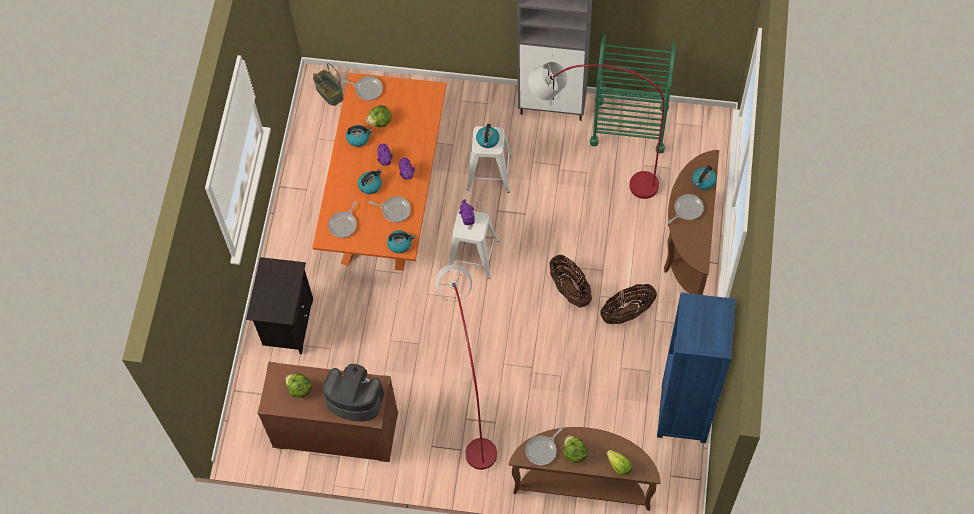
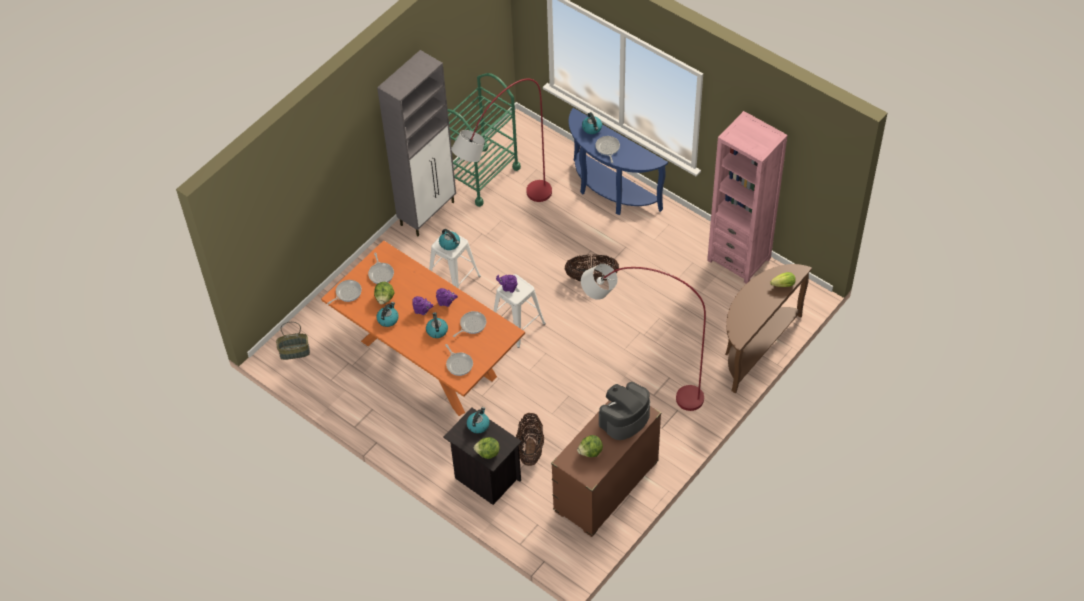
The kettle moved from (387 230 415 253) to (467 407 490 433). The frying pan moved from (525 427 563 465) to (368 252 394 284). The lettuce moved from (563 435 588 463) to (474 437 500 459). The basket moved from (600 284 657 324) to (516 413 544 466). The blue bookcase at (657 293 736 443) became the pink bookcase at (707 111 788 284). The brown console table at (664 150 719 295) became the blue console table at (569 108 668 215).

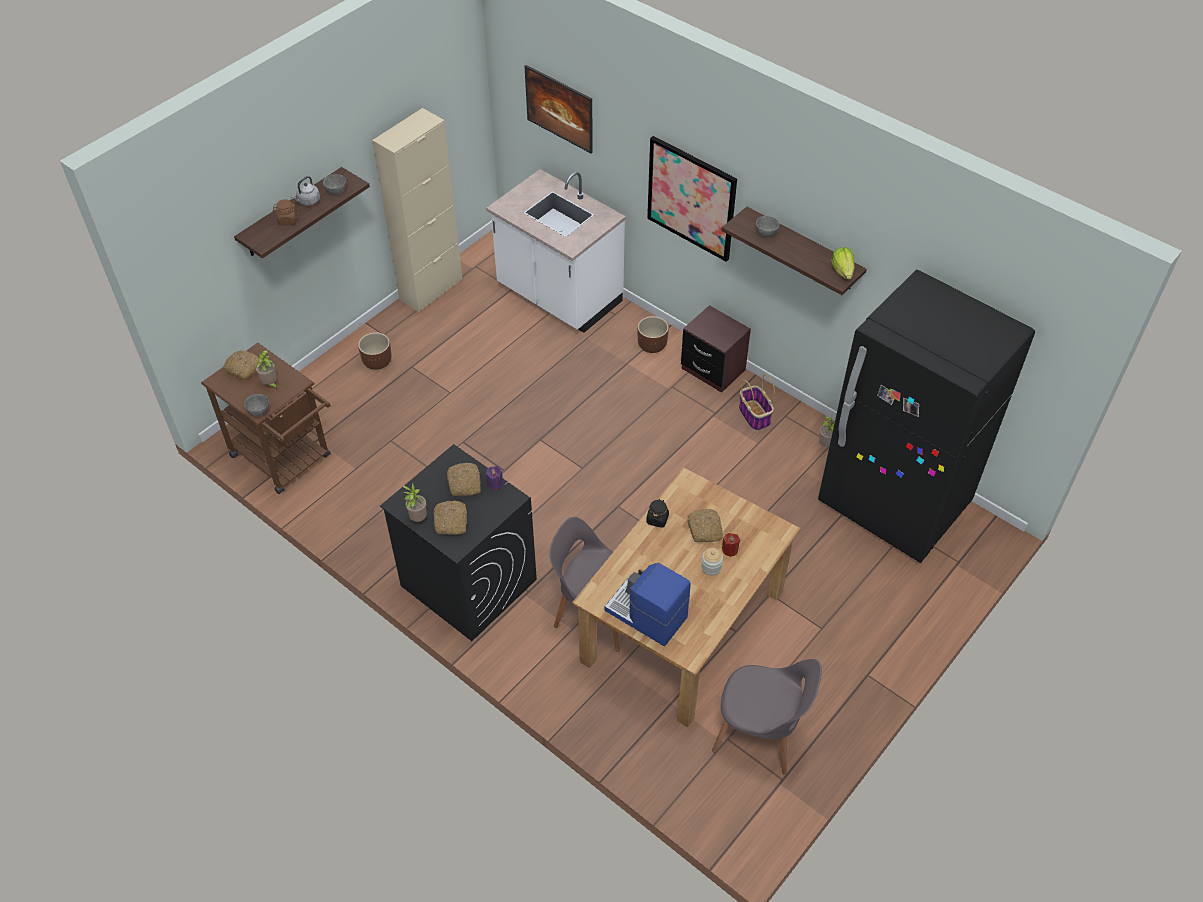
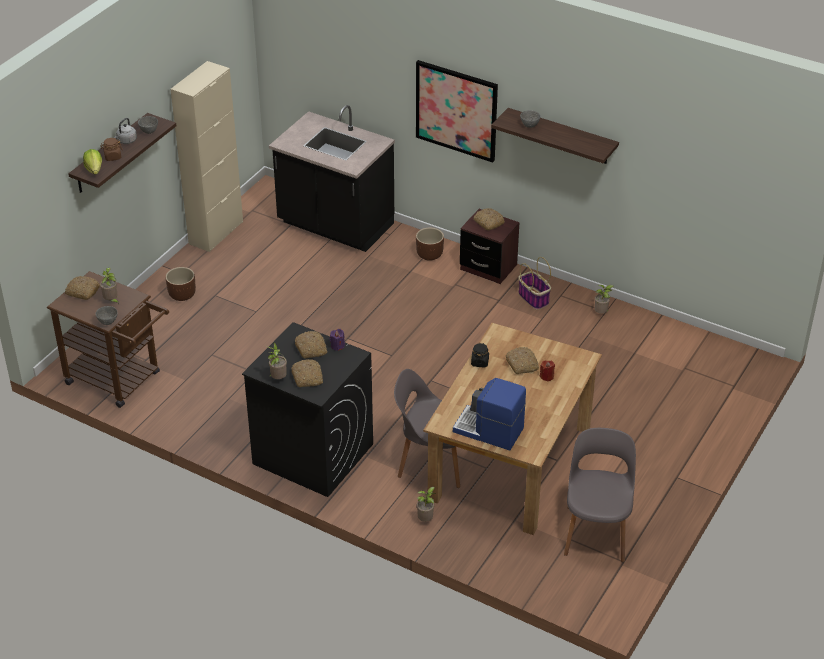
The white counter at (486 169 626 333) became the black counter at (269 105 395 252). The picture at (525 65 593 153) disappeared. The jar at (701 548 723 576) disappeared. The grey chair at (712 659 822 775) turned 90 degrees counterclockwise. The black fridge at (818 270 1035 563) disappeared. The lettuce moved from (831 247 855 279) to (83 149 102 175). The potted plant at (417 487 436 522) appeared. The bread at (473 208 505 230) appeared.

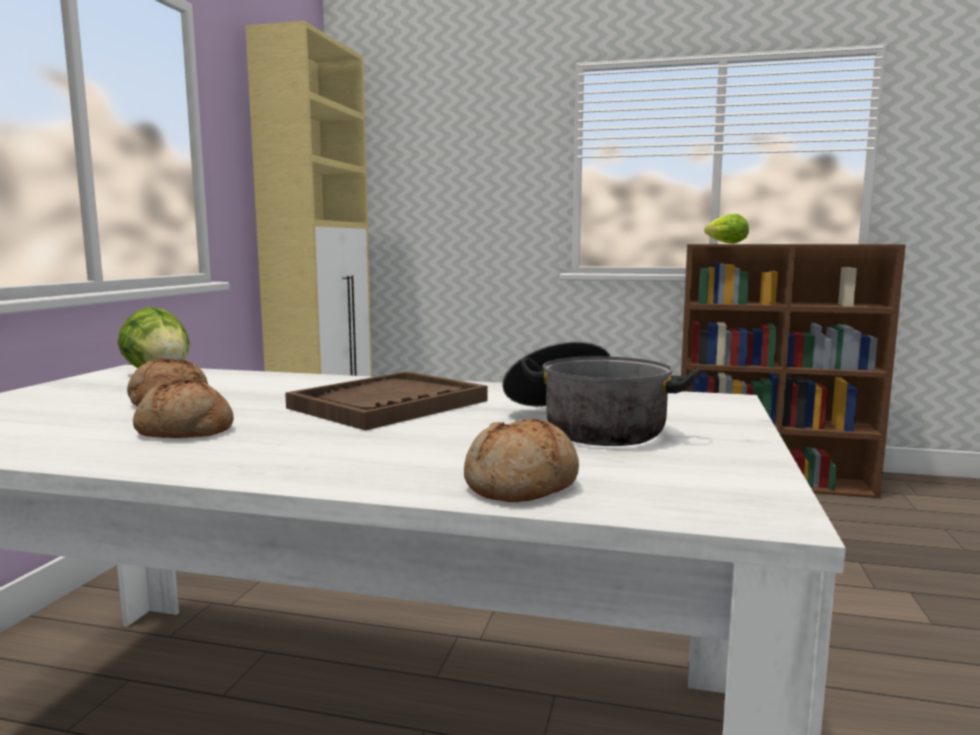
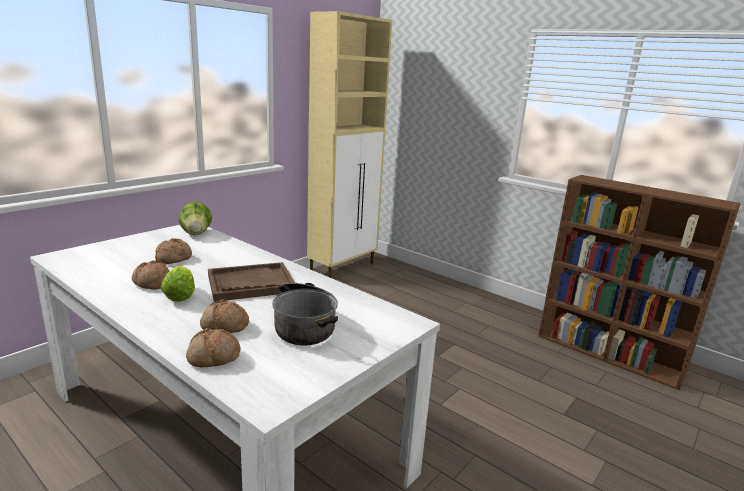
The lettuce moved from (704 214 749 244) to (160 266 195 302). The bread at (200 299 249 333) appeared.

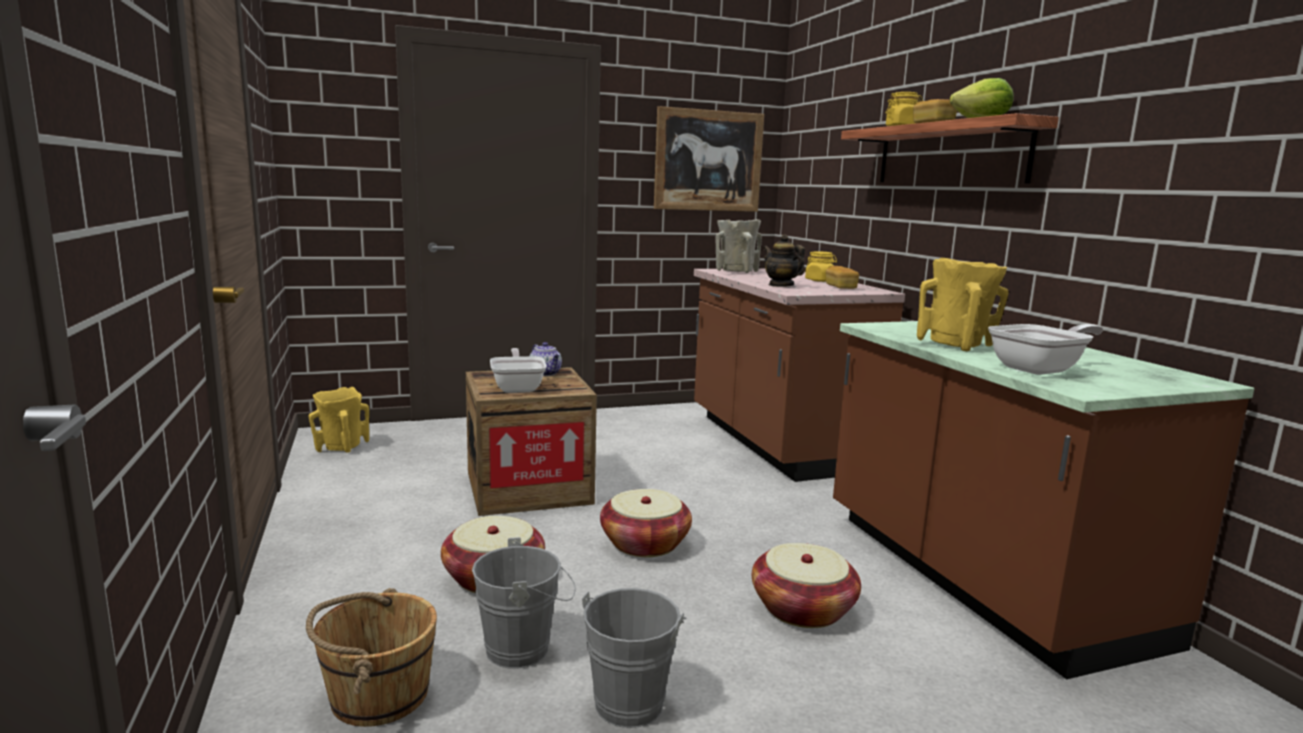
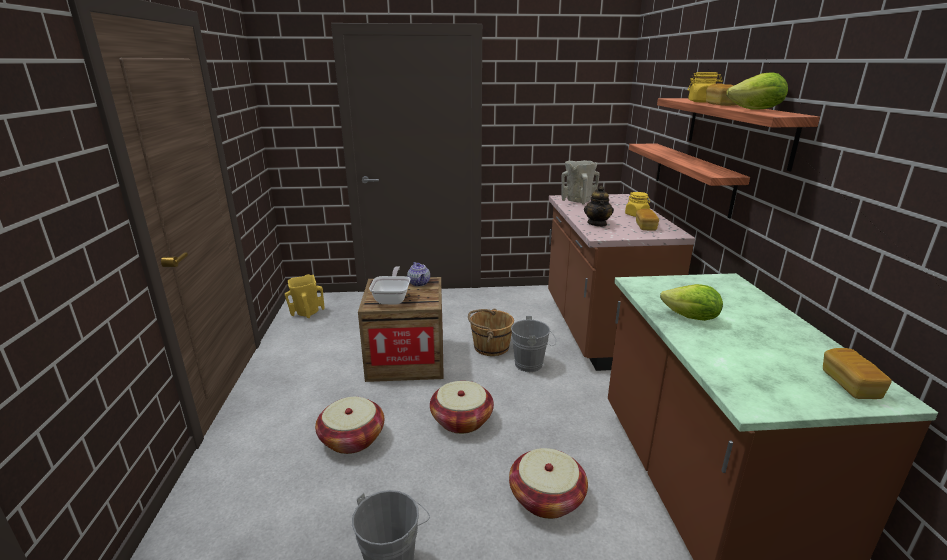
The brown bucket moved from (306 588 437 727) to (468 309 514 356). The grey bucket moved from (472 537 575 669) to (511 316 556 372). The picture at (654 106 764 212) disappeared. The teapot at (763 234 805 287) turned 150 degrees counterclockwise. The yellow vase at (917 258 1009 351) was replaced by the lettuce at (660 284 723 321). The frying pan at (988 324 1103 375) disappeared. The shelf at (629 143 750 218) appeared. The bread at (823 348 892 399) appeared.

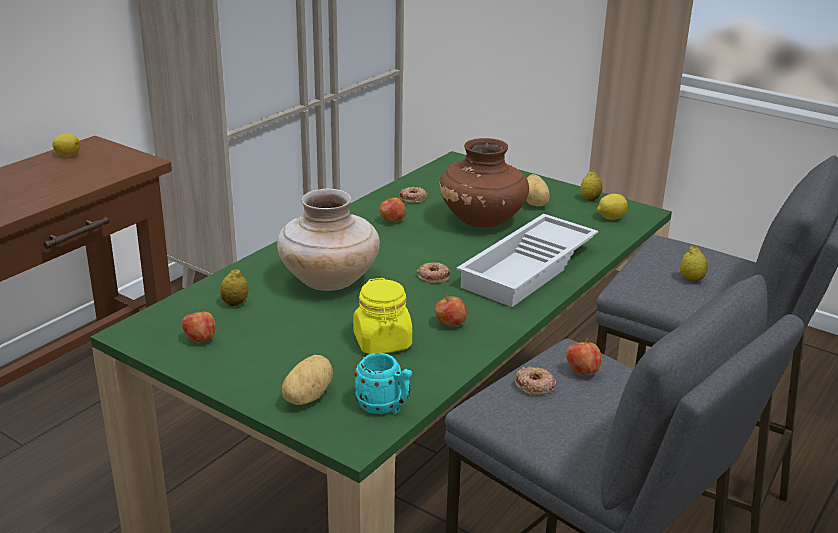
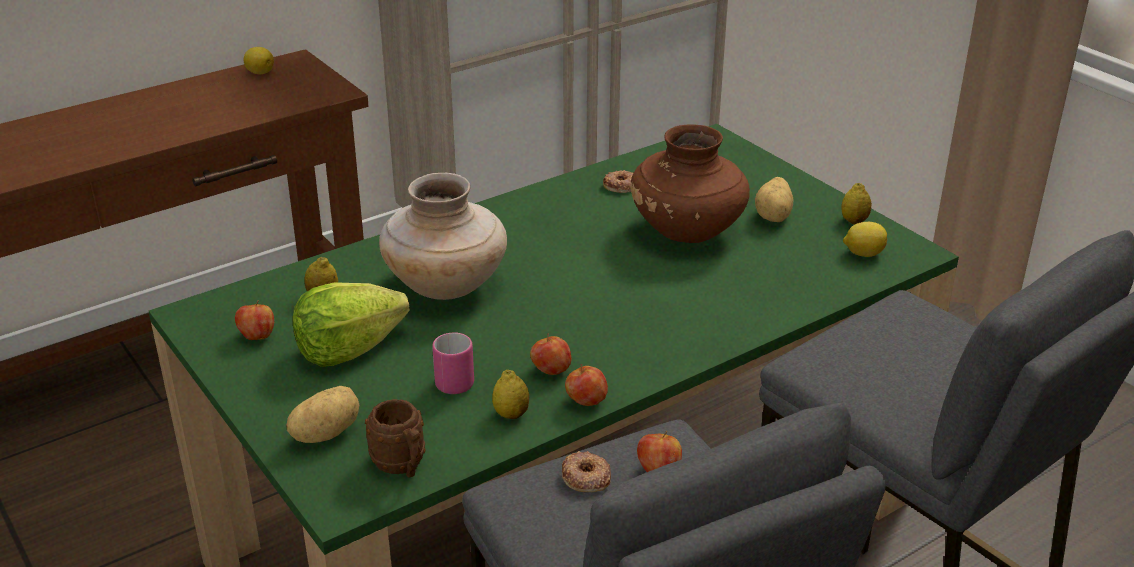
The yellow jar at (353 278 412 354) was replaced by the pink mug at (432 333 474 394). The turquoise mug at (355 353 412 414) became the brown mug at (365 399 425 478). The apple moved from (379 196 406 222) to (565 364 608 406). The donut at (417 262 451 284) disappeared. The white tray at (456 214 598 307) disappeared. The lemon moved from (680 246 708 282) to (492 370 529 419). The lettuce at (293 282 410 367) appeared.

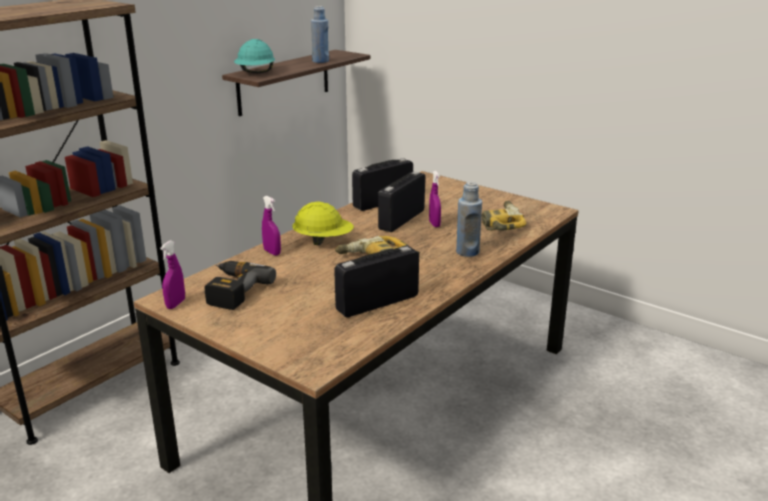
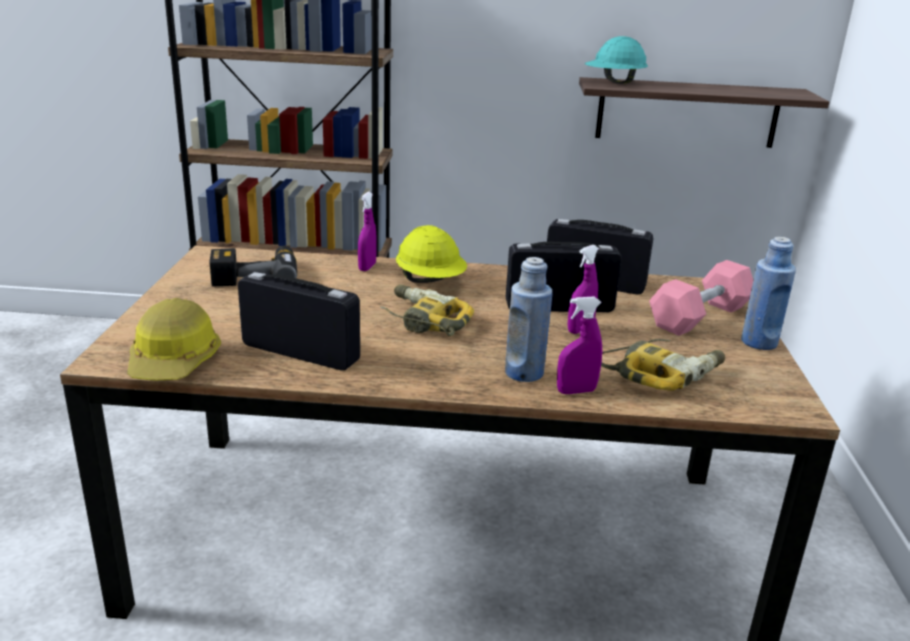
The purple spray bottle moved from (160 240 185 309) to (557 297 602 394). The blue bottle moved from (311 6 329 63) to (741 237 796 350). The hard hat at (127 298 221 380) appeared. The pink dumbbell at (649 260 753 336) appeared.

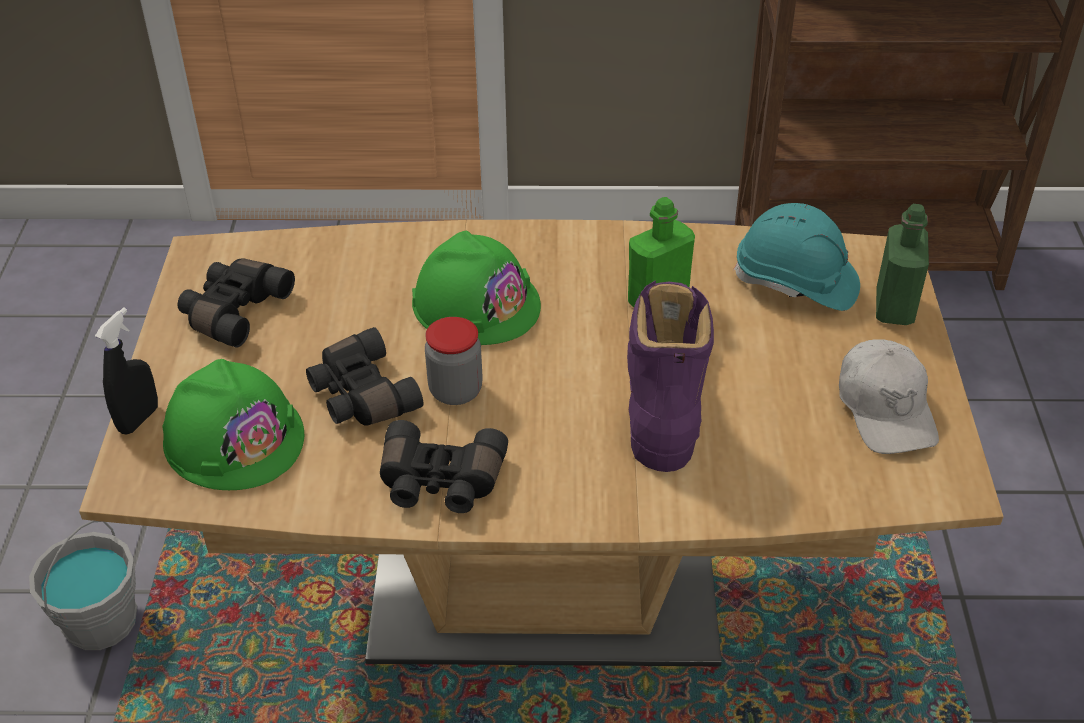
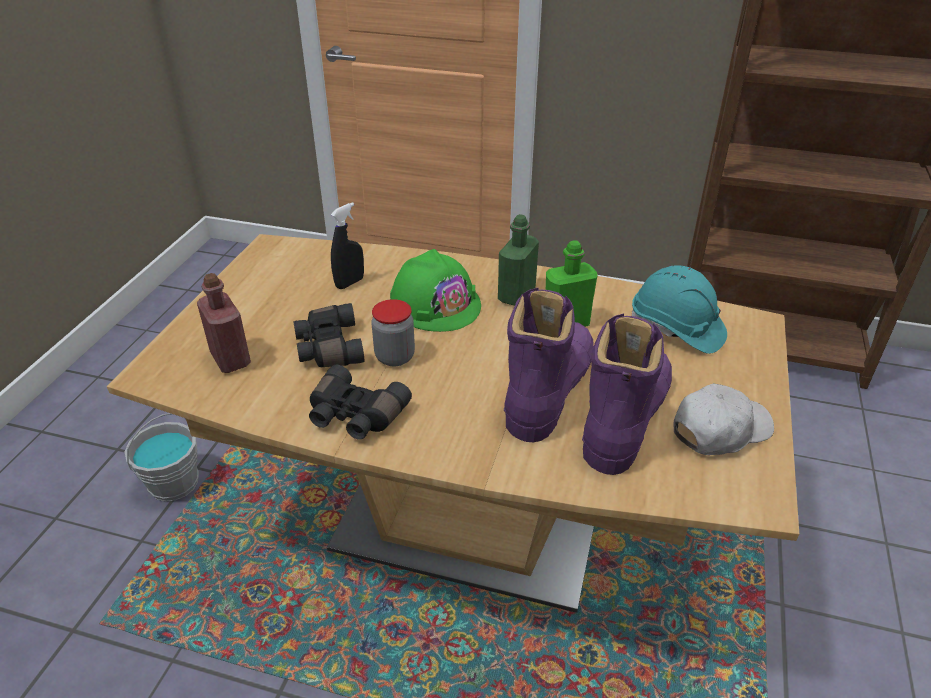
The black spray bottle moved from (95 307 158 435) to (331 202 364 289). The green hard hat at (162 359 304 490) was replaced by the red bottle at (197 273 251 373). The black binoculars at (178 258 295 348) disappeared. The white cap at (839 339 939 454) turned 120 degrees counterclockwise. The green bottle moved from (876 204 929 325) to (498 214 539 306). The purple boot at (582 313 672 475) appeared.

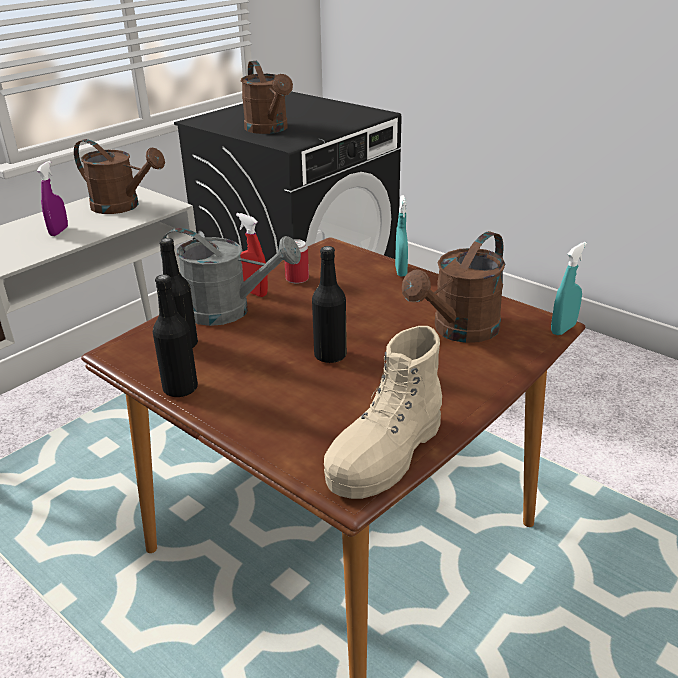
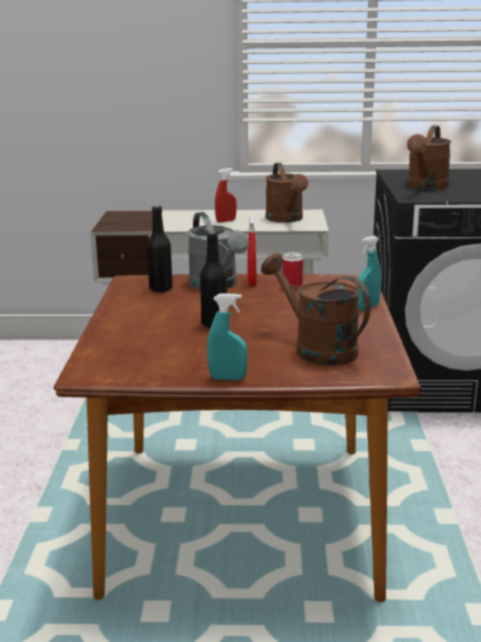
The purple spray bottle at (37 161 68 236) became the red spray bottle at (215 168 237 222). The black bottle at (153 274 198 398) disappeared. The beige boot at (324 326 442 499) disappeared. The brown watering can at (402 231 505 343) turned 45 degrees clockwise. The turquoise spray bottle moved from (551 242 587 335) to (207 294 248 380).

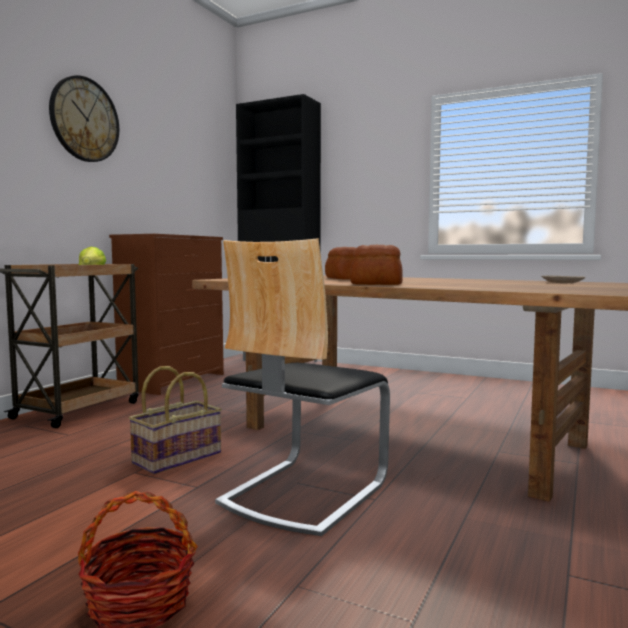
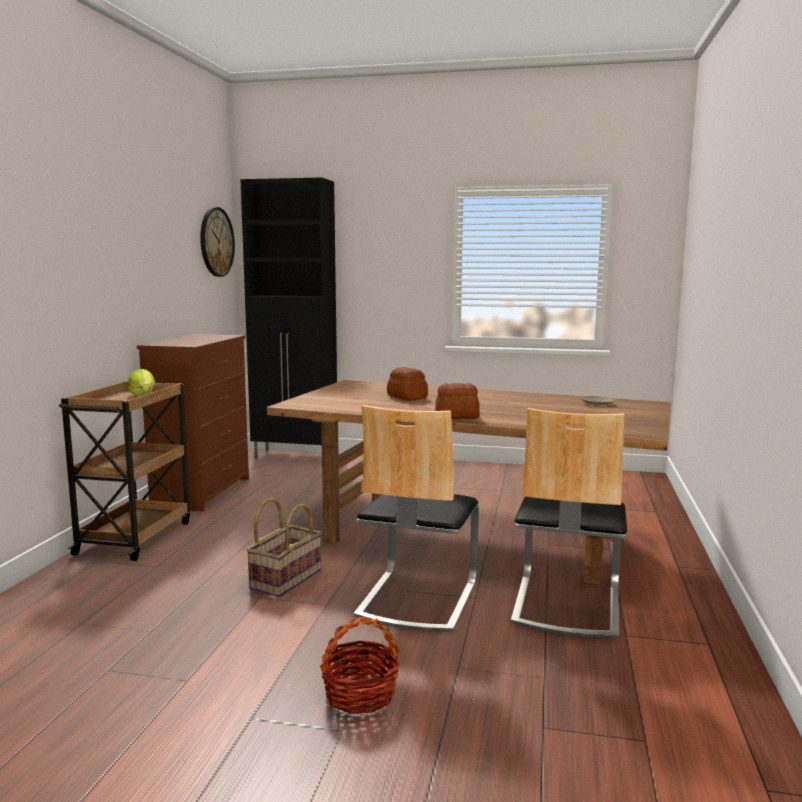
The wall clock moved from (49 75 119 162) to (200 207 235 277). The chair at (511 408 627 638) appeared.

